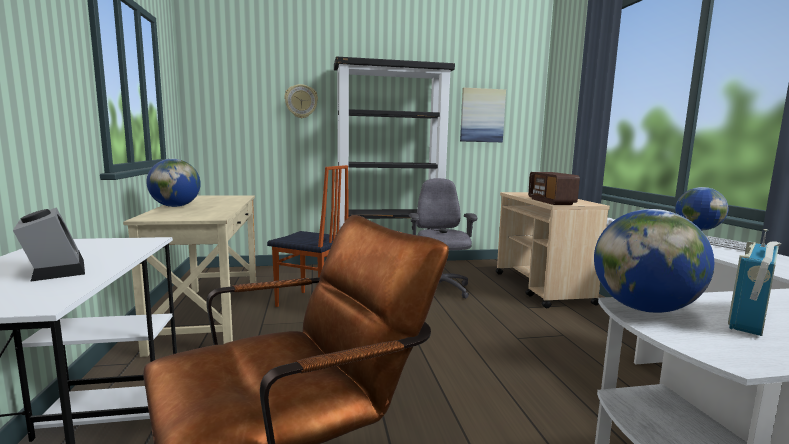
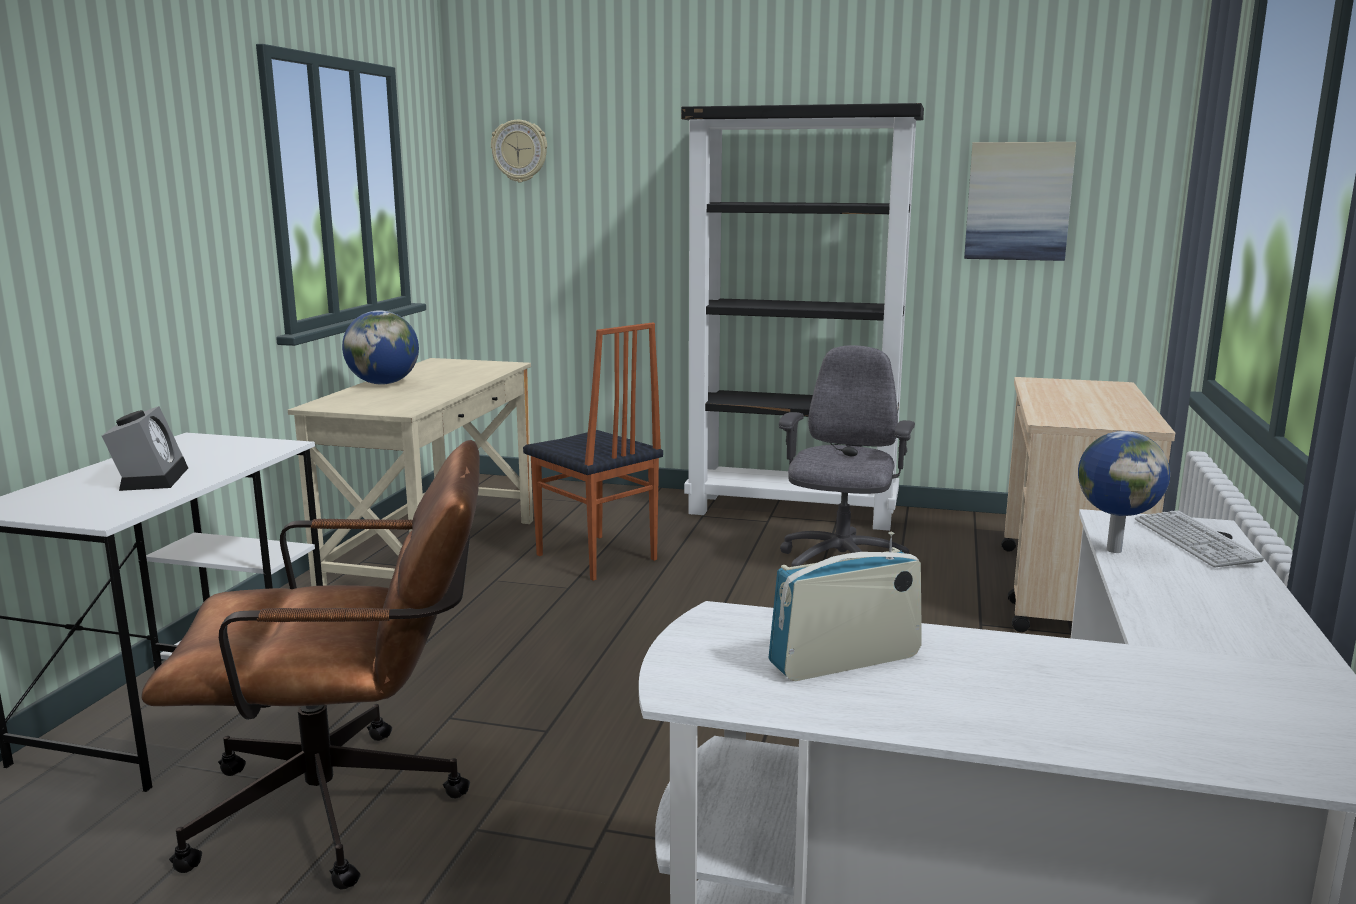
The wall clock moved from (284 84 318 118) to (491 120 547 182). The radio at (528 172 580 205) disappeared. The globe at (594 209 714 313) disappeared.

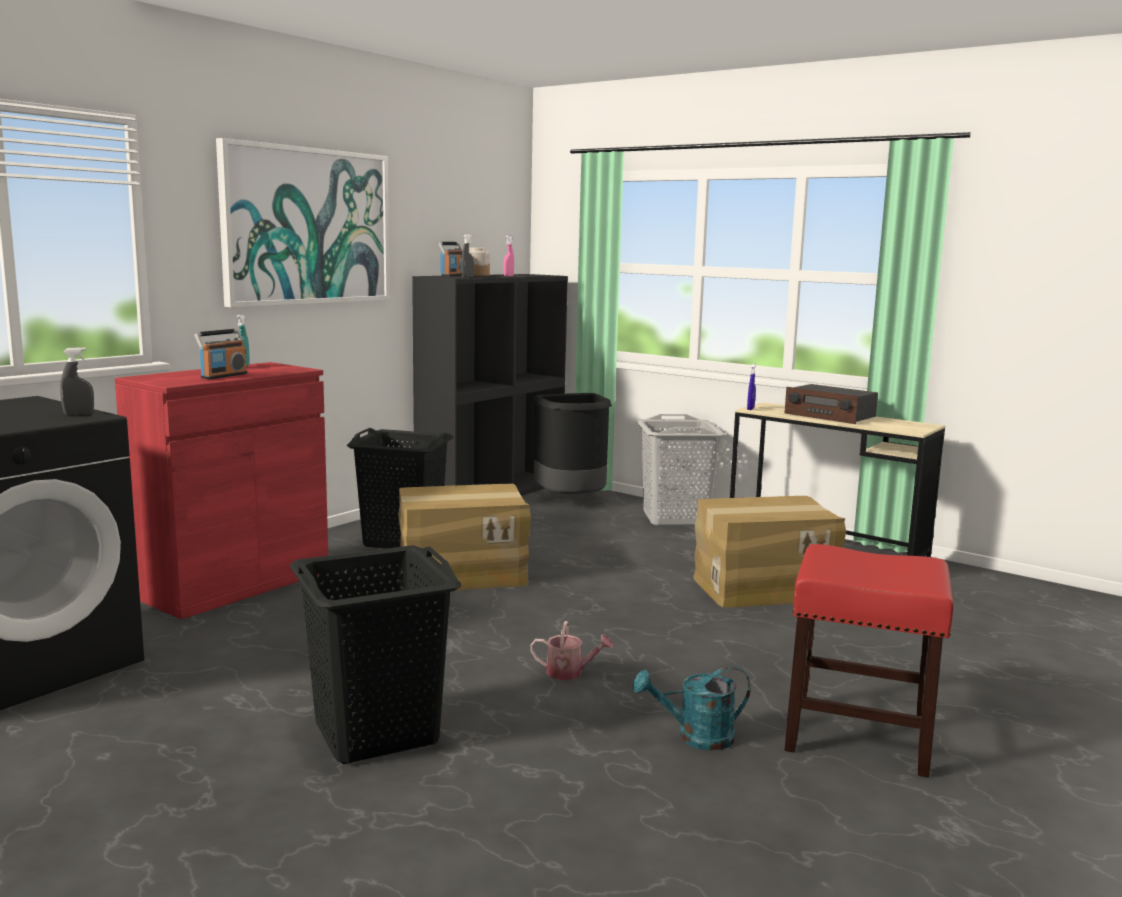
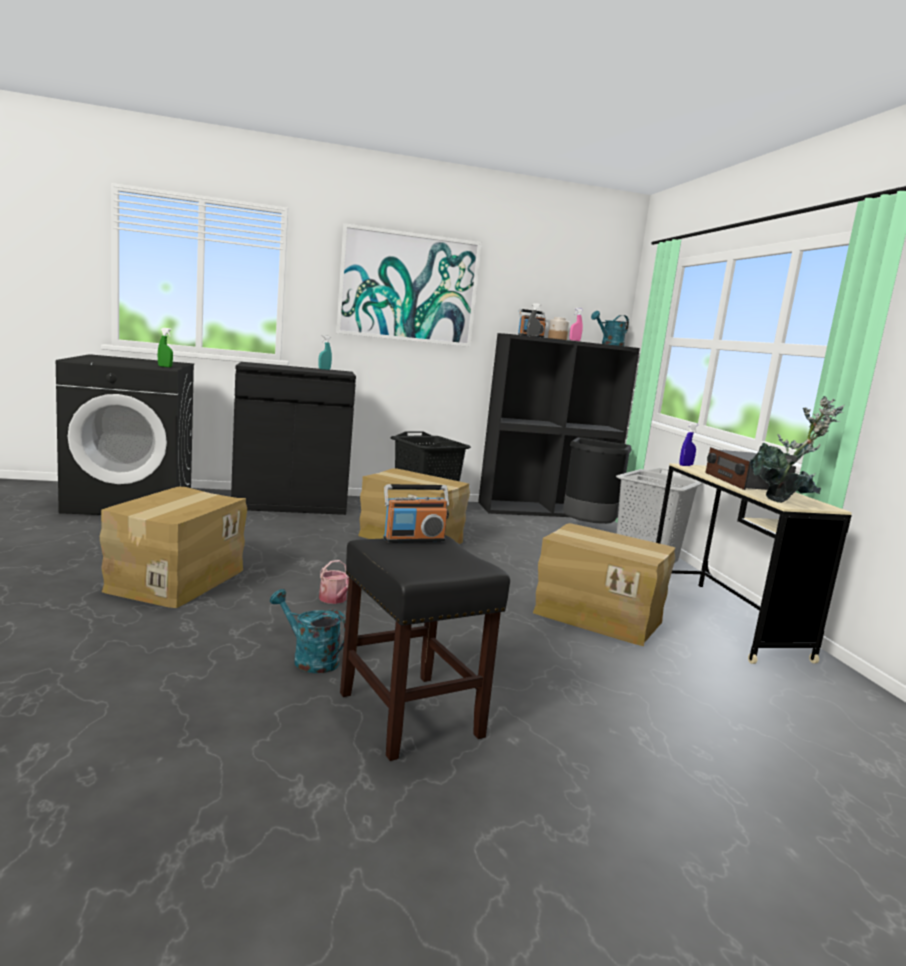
The grey spray bottle at (60 347 94 416) became the green spray bottle at (158 328 173 367). The red cabinet at (115 362 328 619) became the black cabinet at (231 362 356 515). The radio moved from (194 329 247 379) to (383 484 449 543). The black laundry basket at (290 545 461 764) was replaced by the cardboard box at (100 487 247 608). The red stool at (785 544 954 778) became the black stool at (340 535 510 761). The turquoise watering can at (591 311 629 346) appeared. The potted plant at (750 396 844 503) appeared.

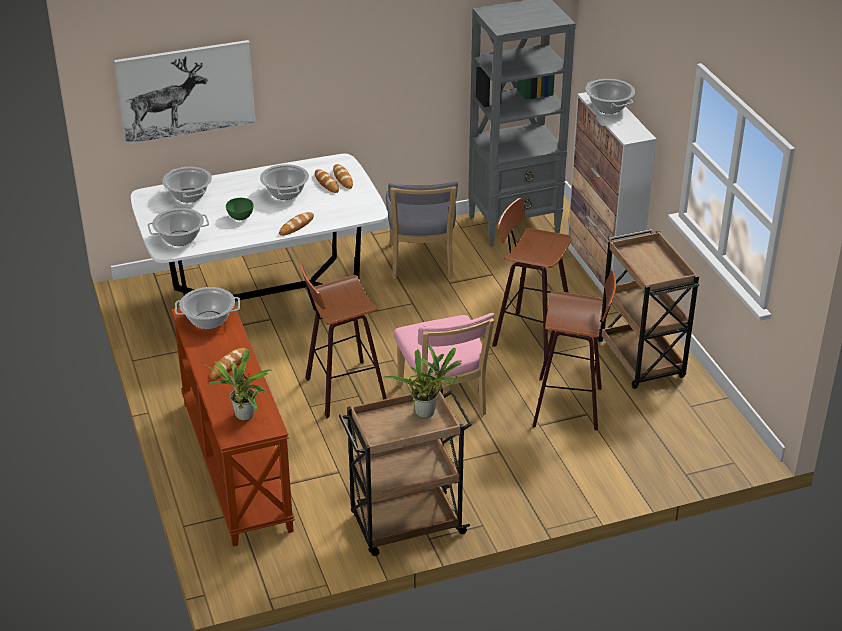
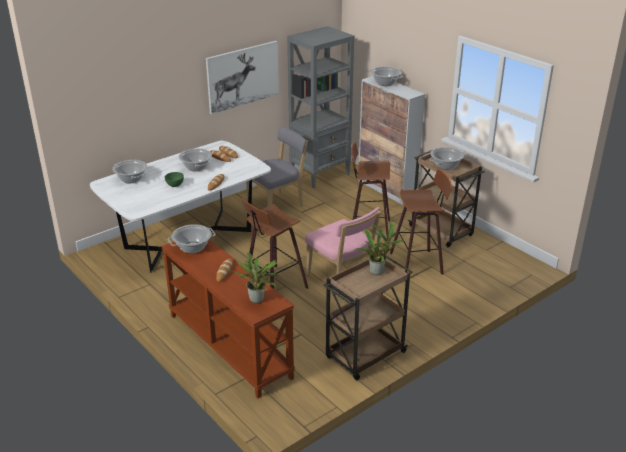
The picture moved from (114 40 255 144) to (206 41 279 114). The cooking pot moved from (148 208 209 246) to (429 147 464 170). The grey chair at (386 182 458 279) turned 105 degrees counterclockwise.

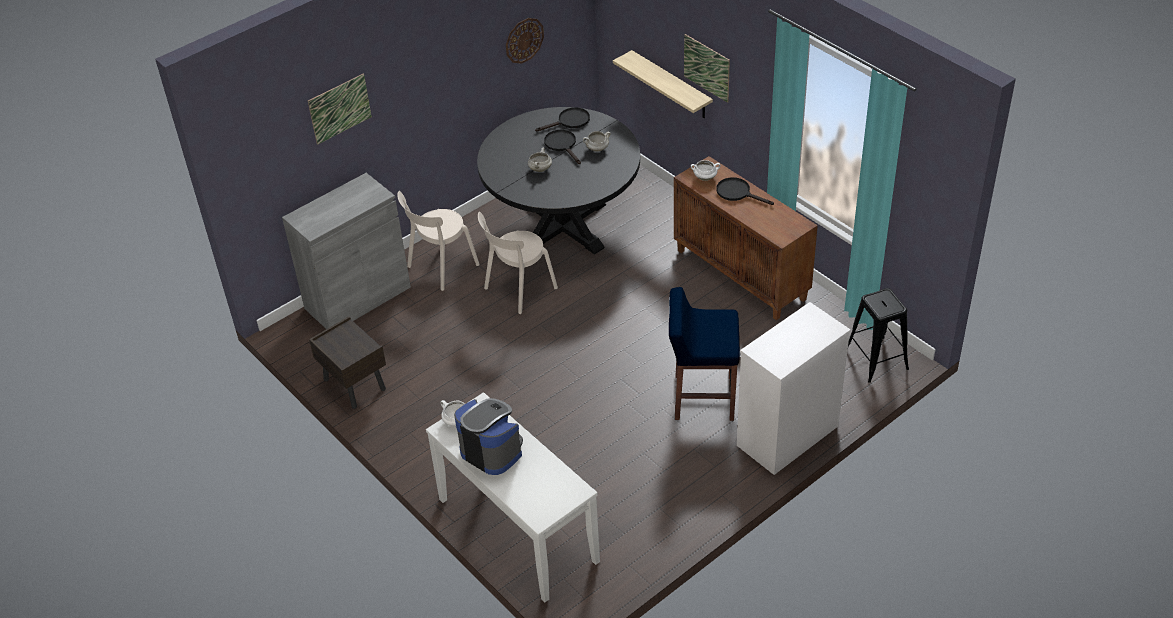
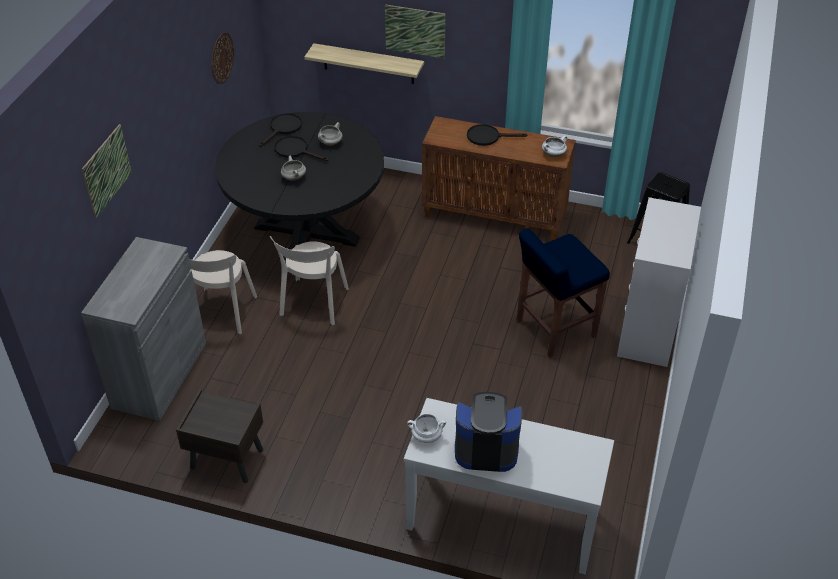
The white cooking pot moved from (691 160 720 181) to (542 135 567 157).

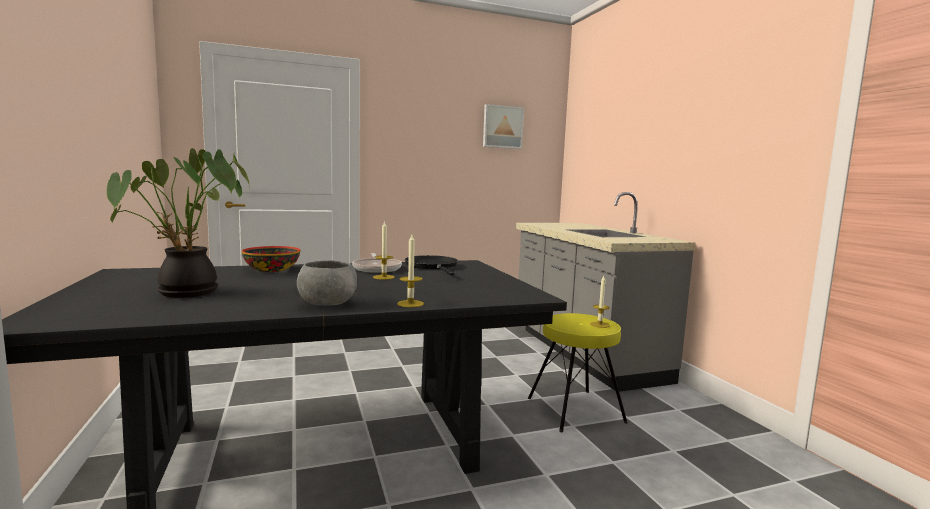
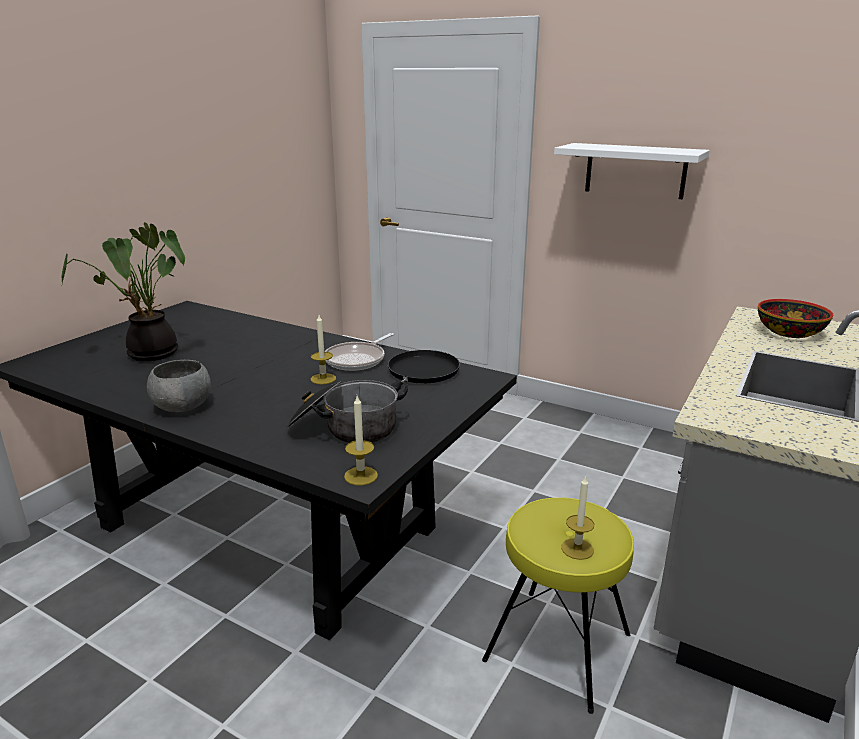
The bowl moved from (242 246 300 272) to (758 299 833 338). The candle moved from (397 234 424 307) to (344 396 378 485). The picture at (483 104 524 149) disappeared. The cooking pot at (286 380 408 443) appeared. The white shelf at (554 143 710 199) appeared.

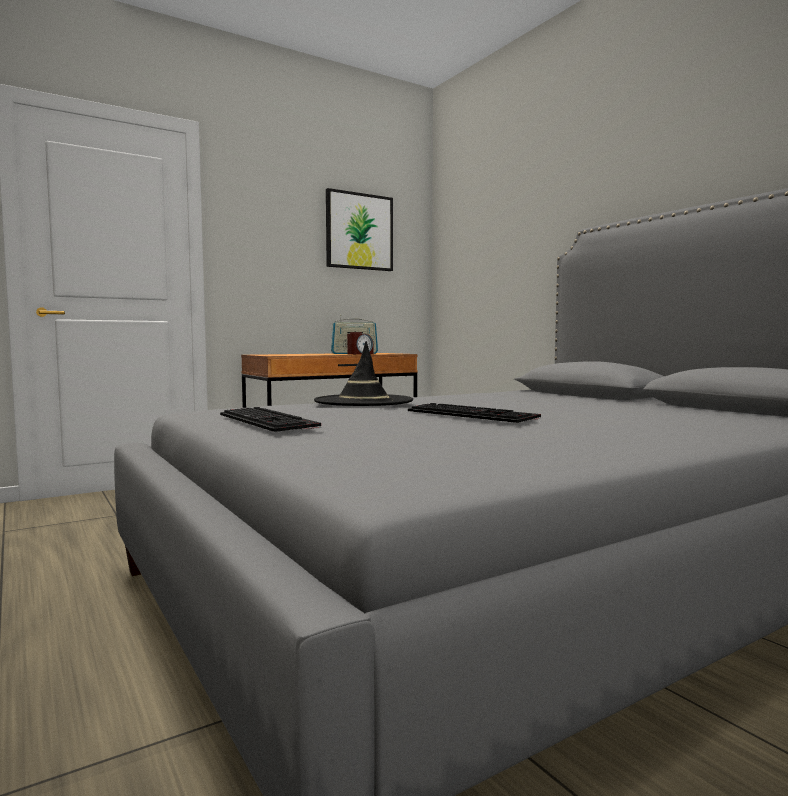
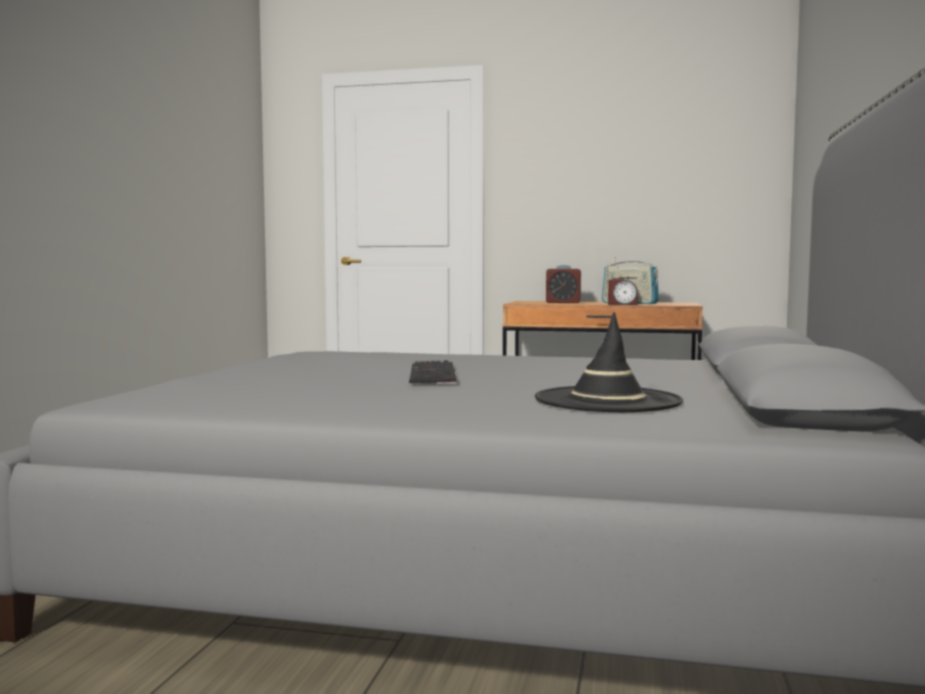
The keyboard at (220 407 321 432) disappeared. The black hat moved from (314 341 413 406) to (535 312 683 412). The picture at (326 188 393 271) disappeared. The alarm clock at (546 265 581 303) appeared.

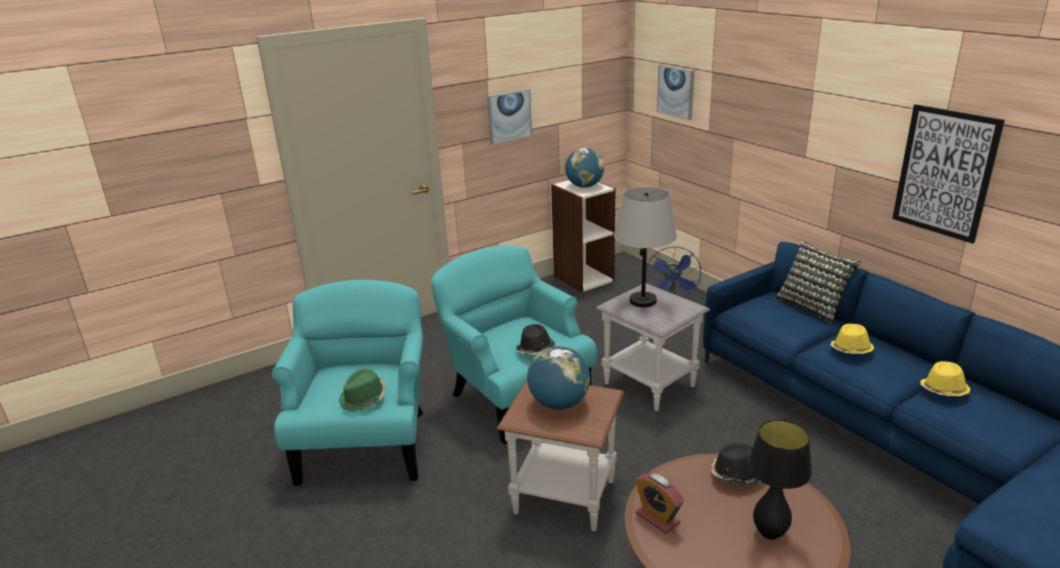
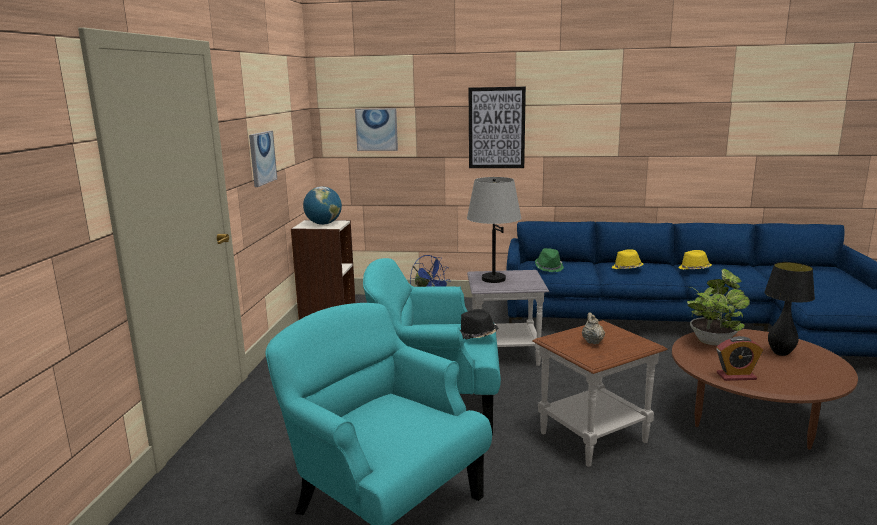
The green hat moved from (339 369 386 412) to (535 248 564 272). The globe at (527 346 590 409) was replaced by the beige teapot at (582 313 605 344). The black hat at (711 443 762 486) was replaced by the potted plant at (687 269 750 345). The pillow at (775 240 861 325) disappeared. The picture moved from (892 104 1005 244) to (469 87 526 168).

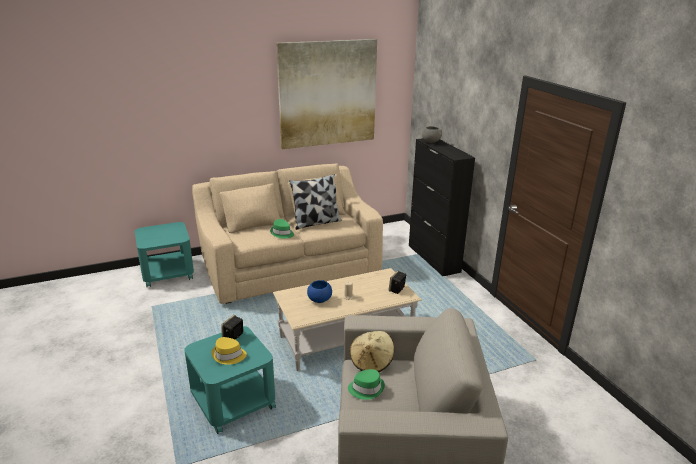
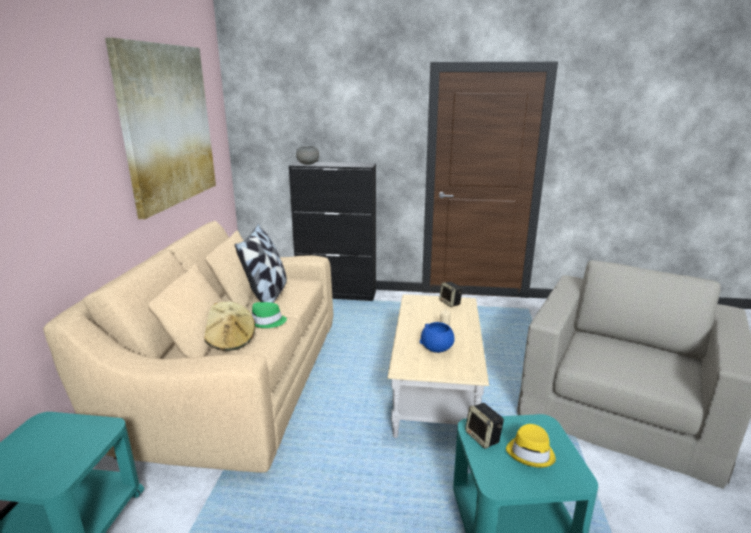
The green hat at (348 369 385 400) disappeared. The beige hat moved from (350 331 394 372) to (204 302 255 351).

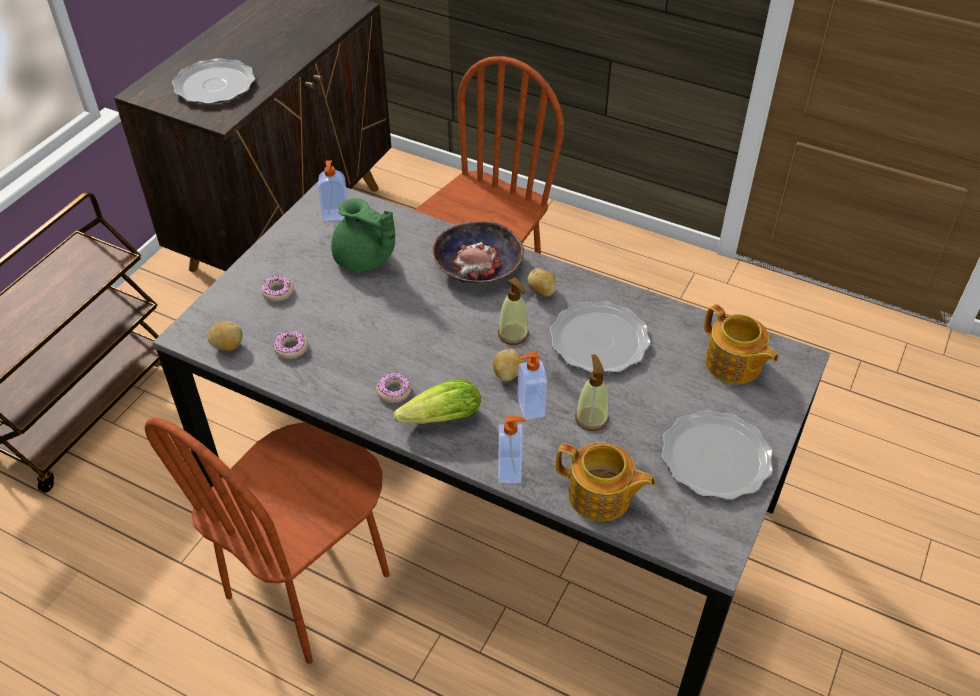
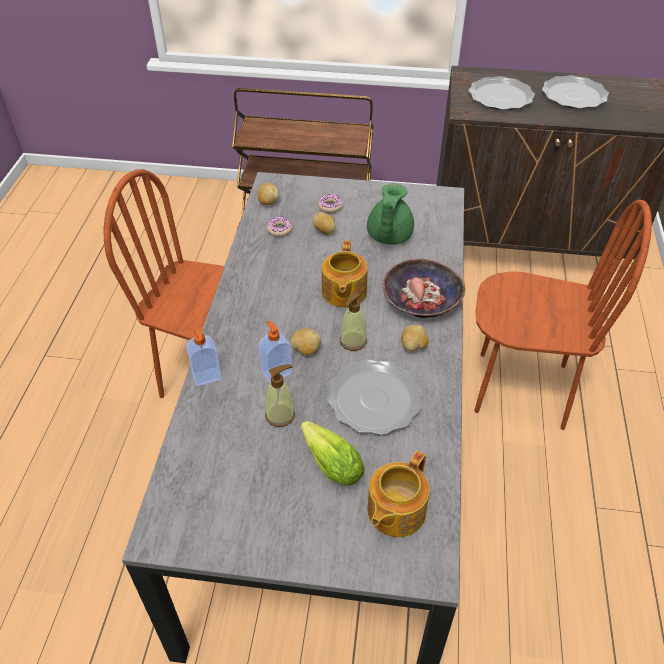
The soap dispenser at (318 160 348 221) disappeared. The donut at (376 372 411 403) disappeared. The lettuce moved from (394 379 481 424) to (301 421 365 485). The teapot moved from (556 442 655 522) to (322 240 368 307). The plate moved from (661 410 773 500) to (542 75 609 109). The potato at (313 212 336 235) appeared.

